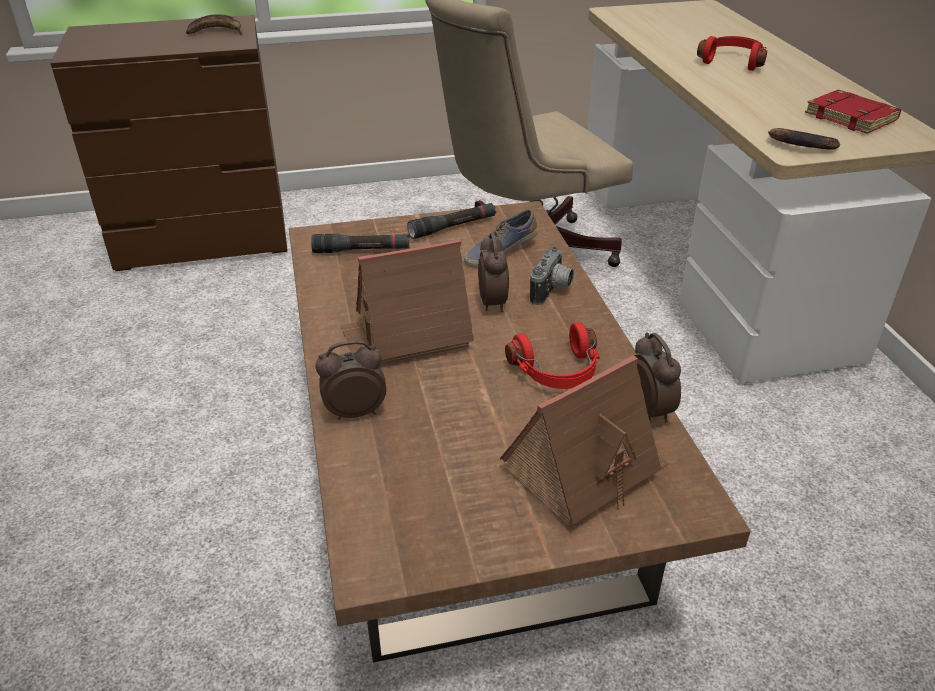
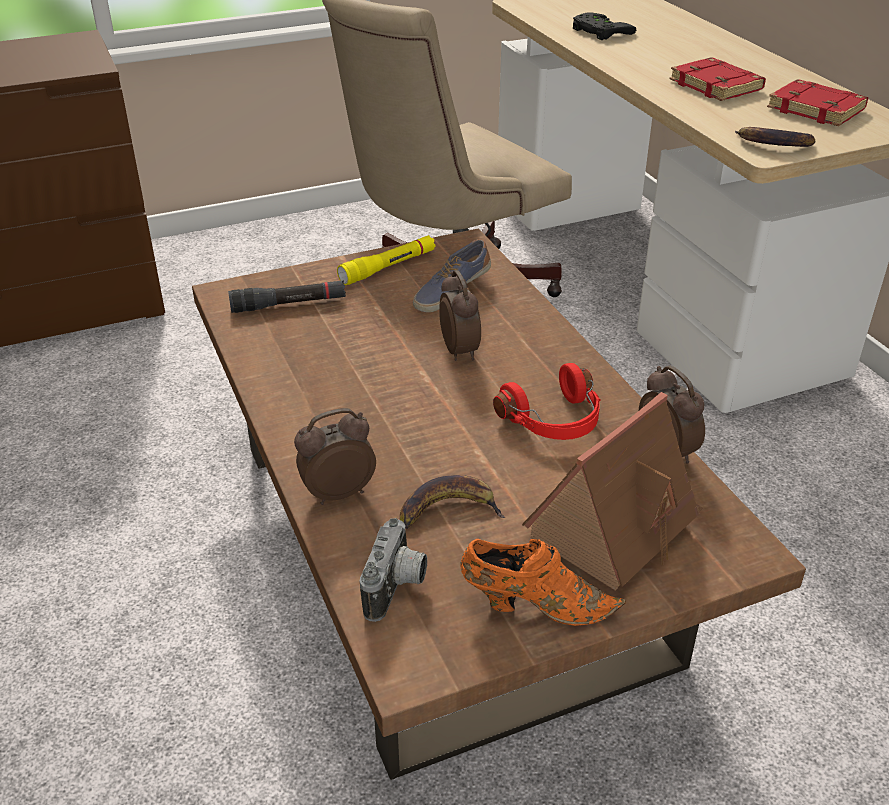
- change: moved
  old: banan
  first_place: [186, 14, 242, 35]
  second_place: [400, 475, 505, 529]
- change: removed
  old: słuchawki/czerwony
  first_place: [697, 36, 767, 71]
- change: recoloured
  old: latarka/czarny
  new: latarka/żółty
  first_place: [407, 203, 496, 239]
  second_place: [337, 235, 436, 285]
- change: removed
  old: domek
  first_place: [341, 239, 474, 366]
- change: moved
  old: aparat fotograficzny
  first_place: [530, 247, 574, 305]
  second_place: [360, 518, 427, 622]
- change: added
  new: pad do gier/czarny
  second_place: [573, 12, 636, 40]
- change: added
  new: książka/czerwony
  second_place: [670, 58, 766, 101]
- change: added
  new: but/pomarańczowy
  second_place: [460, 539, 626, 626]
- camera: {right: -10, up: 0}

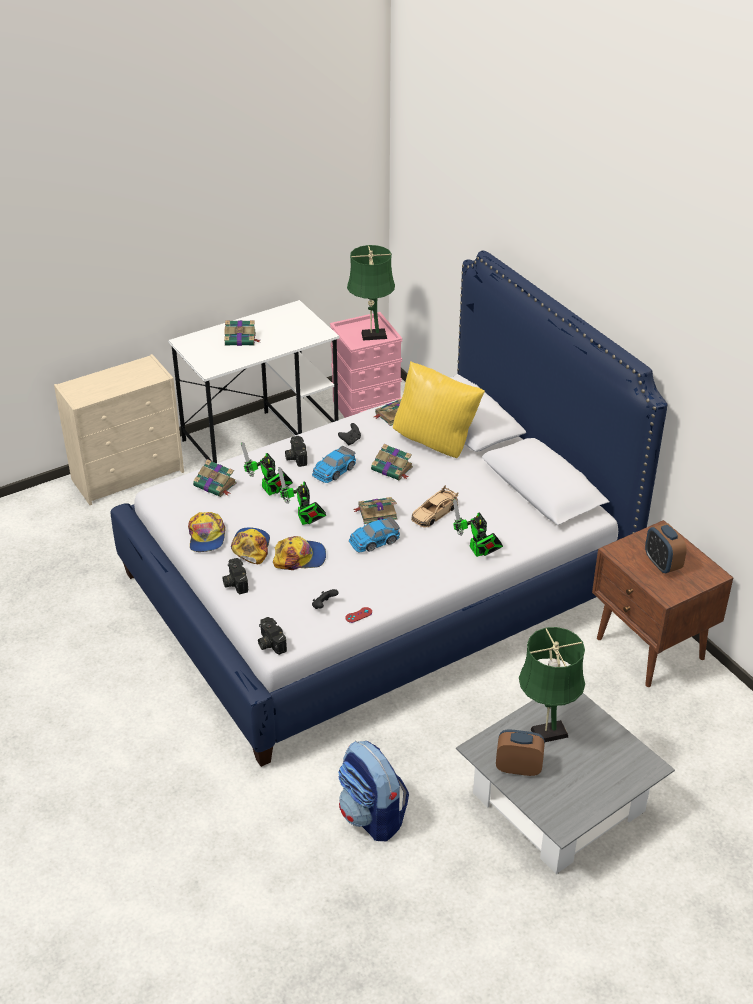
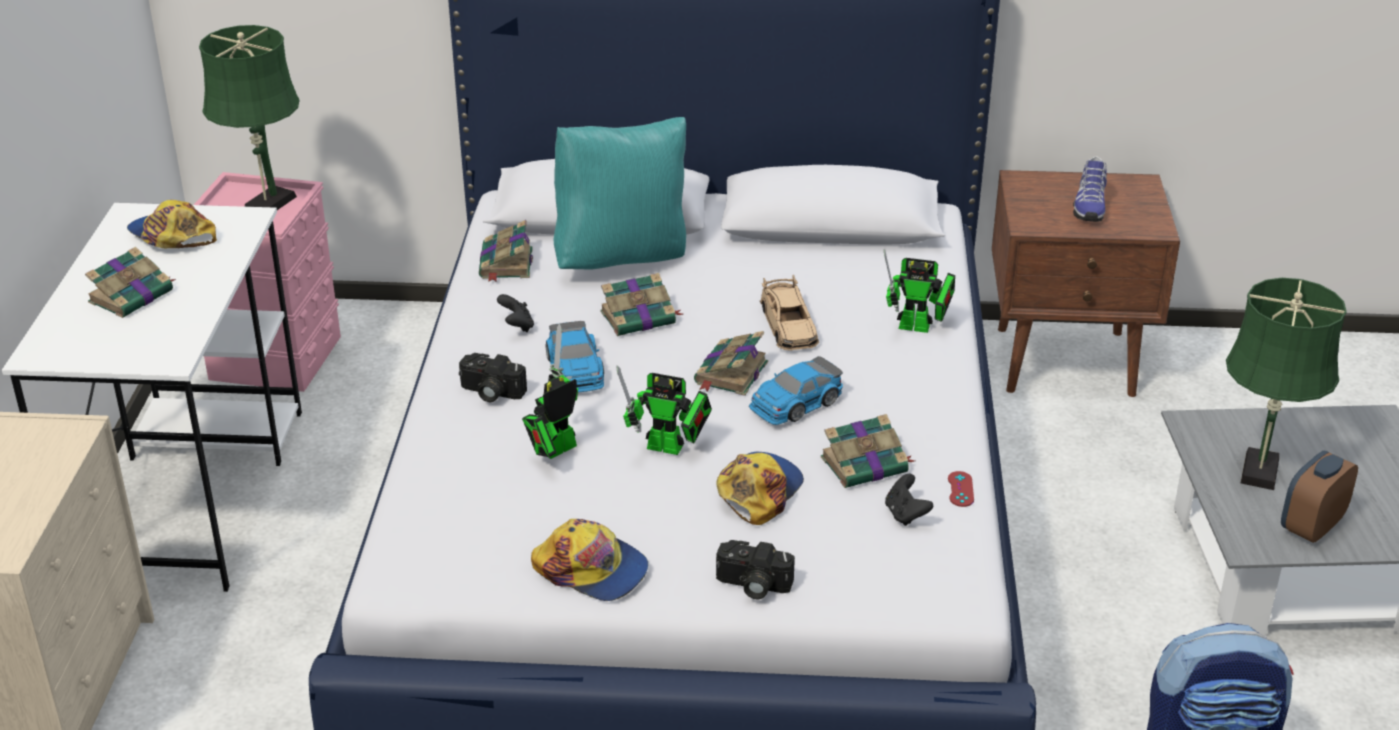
- change: recoloured
  old: poduszka/żółty
  new: poduszka/turkusowy
  first_place: [393, 361, 485, 458]
  second_place: [553, 117, 686, 270]
- change: turned
  old: robot zabawkowy
  first_place: [241, 442, 293, 496]
  second_place: [522, 324, 578, 459]
  degrees: 135
- change: moved
  old: książka
  first_place: [193, 459, 237, 497]
  second_place: [821, 414, 915, 488]
- change: turned
  old: samochodzik
  first_place: [349, 517, 400, 553]
  second_place: [749, 356, 843, 425]
  degrees: 45
- change: replaced
  old: budzik
  new: but
  first_place: [645, 523, 687, 574]
  second_place: [1073, 157, 1107, 222]
- change: moved
  old: czapka z daszkiem
  first_place: [231, 527, 270, 564]
  second_place: [127, 200, 217, 249]
- change: removed
  old: aparat fotograficzny
  first_place: [258, 617, 287, 655]
- camera: {right: -55, up: -5}

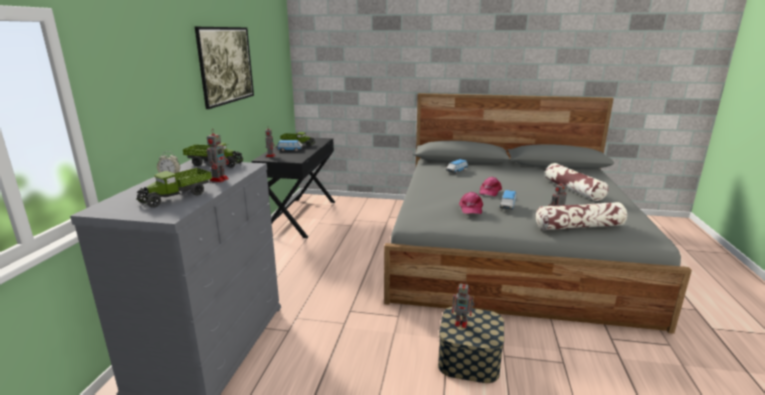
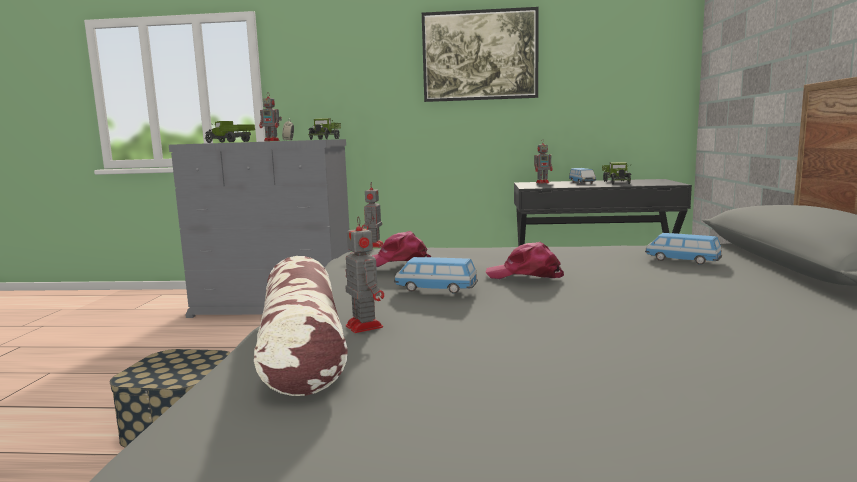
- change: removed
  old: poduszka
  first_place: [545, 163, 609, 201]
- change: moved
  old: robot zabawkowy
  first_place: [452, 282, 475, 328]
  second_place: [362, 182, 384, 248]
- camera: {right: 85, up: -10}

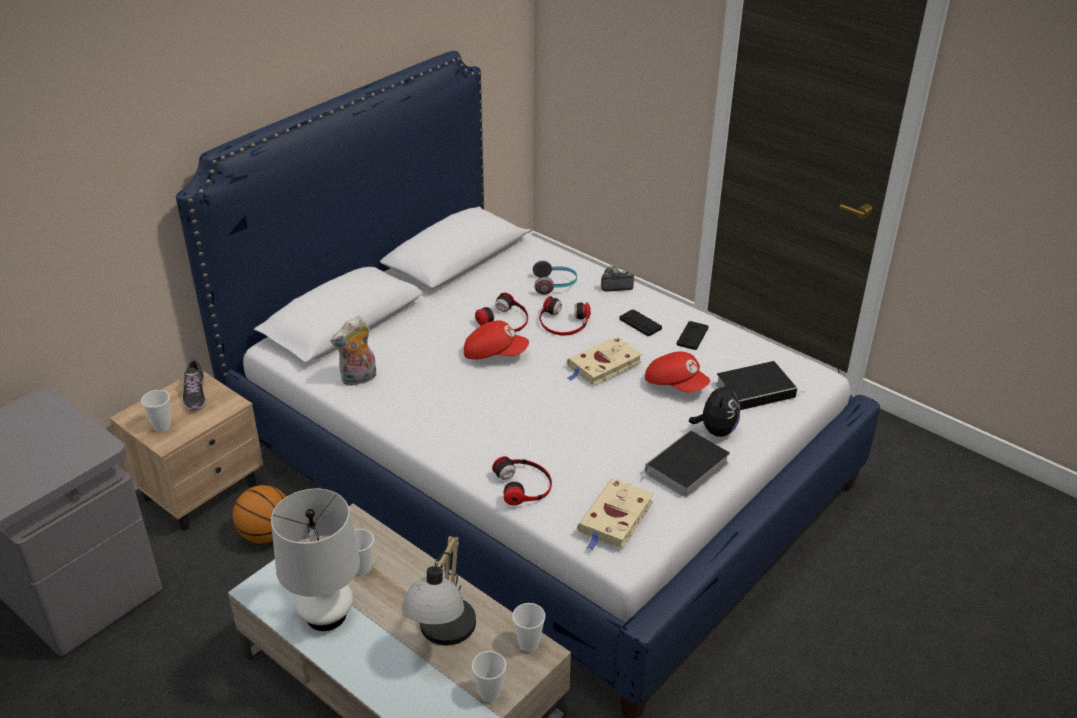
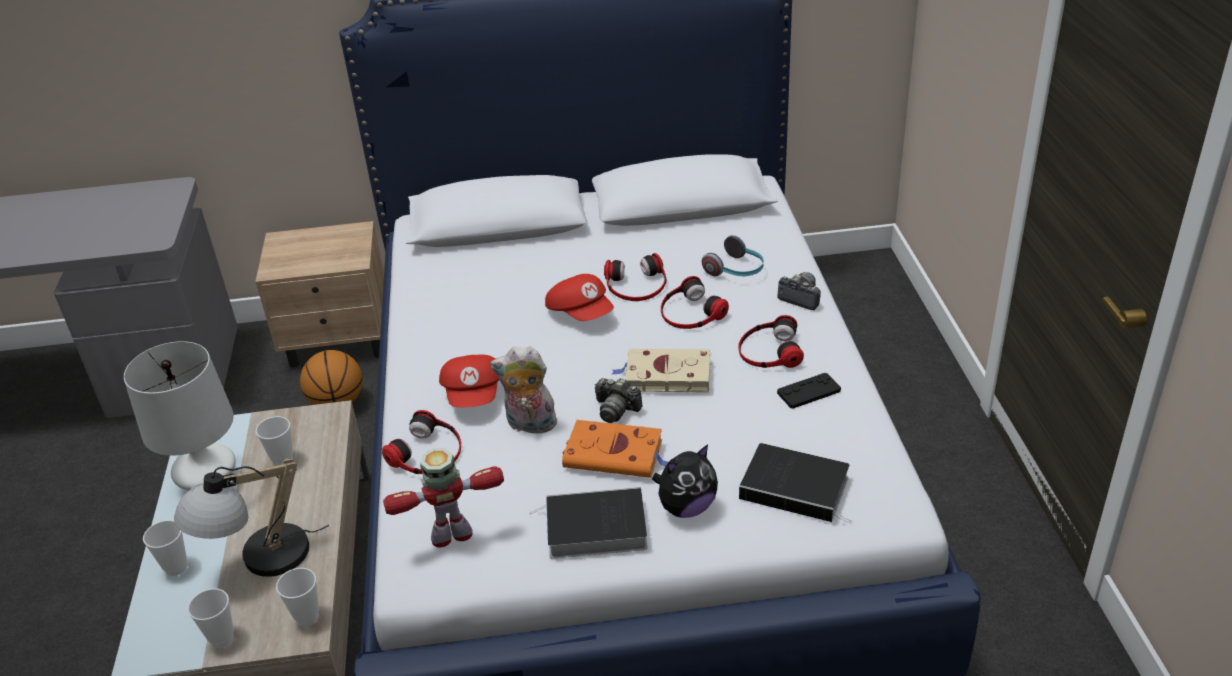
- change: replaced
  old: pad do gier/czarny
  new: słuchawki
  first_place: [619, 309, 662, 336]
  second_place: [738, 315, 804, 368]
- change: moved
  old: pluszak
  first_place: [331, 316, 376, 386]
  second_place: [490, 347, 557, 434]
- change: moved
  old: czapka z daszkiem/czerwony
  first_place: [645, 351, 710, 392]
  second_place: [439, 355, 499, 408]
- change: removed
  old: but
  first_place: [182, 357, 206, 411]
- change: moved
  old: filiżanka
  first_place: [141, 390, 171, 432]
  second_place: [143, 520, 187, 576]
- change: replaced
  old: książka/beżowy
  new: robot zabawkowy
  first_place: [577, 478, 654, 550]
  second_place: [383, 449, 504, 547]
- change: added
  new: aparat fotograficzny
  second_place: [594, 378, 642, 423]
- change: added
  new: książka/pomarańczowy
  second_place: [562, 420, 668, 478]
- camera: {right: 45, up: 0}

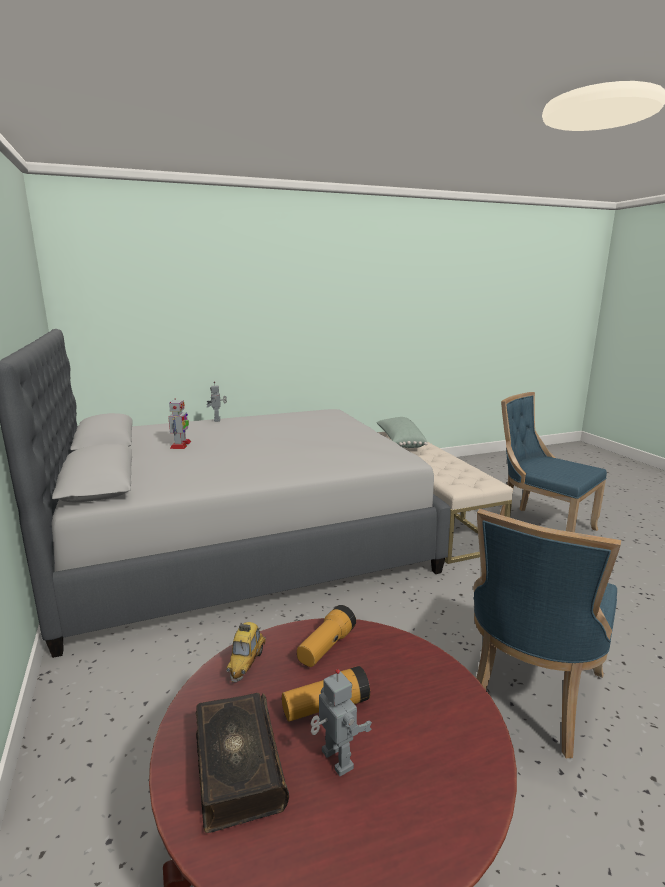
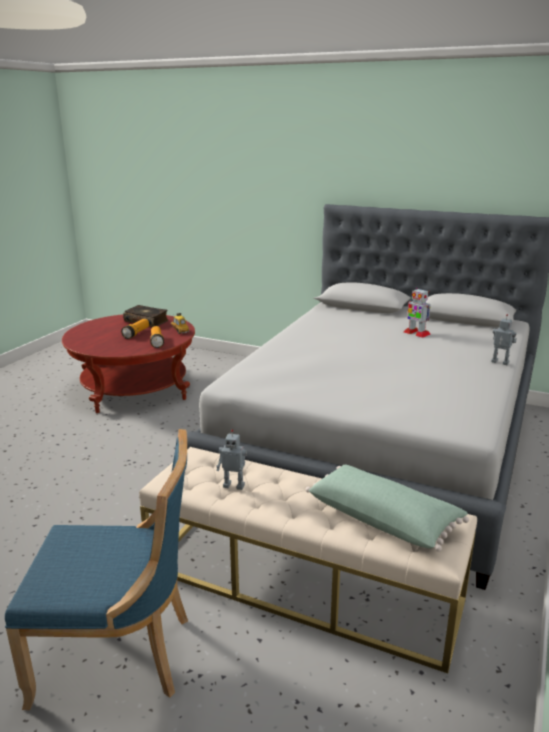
- change: removed
  old: krzesło/niebieski
  first_place: [473, 509, 621, 758]
- change: moved
  old: robot zabawkowy
  first_place: [311, 669, 372, 776]
  second_place: [216, 429, 247, 490]
- camera: {right: 135, up: 5}

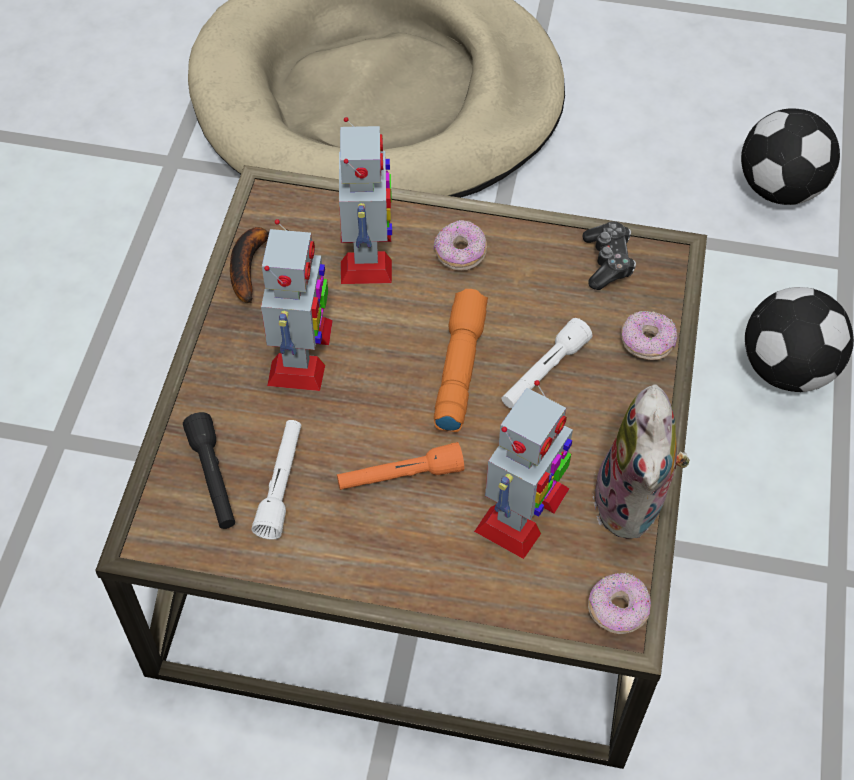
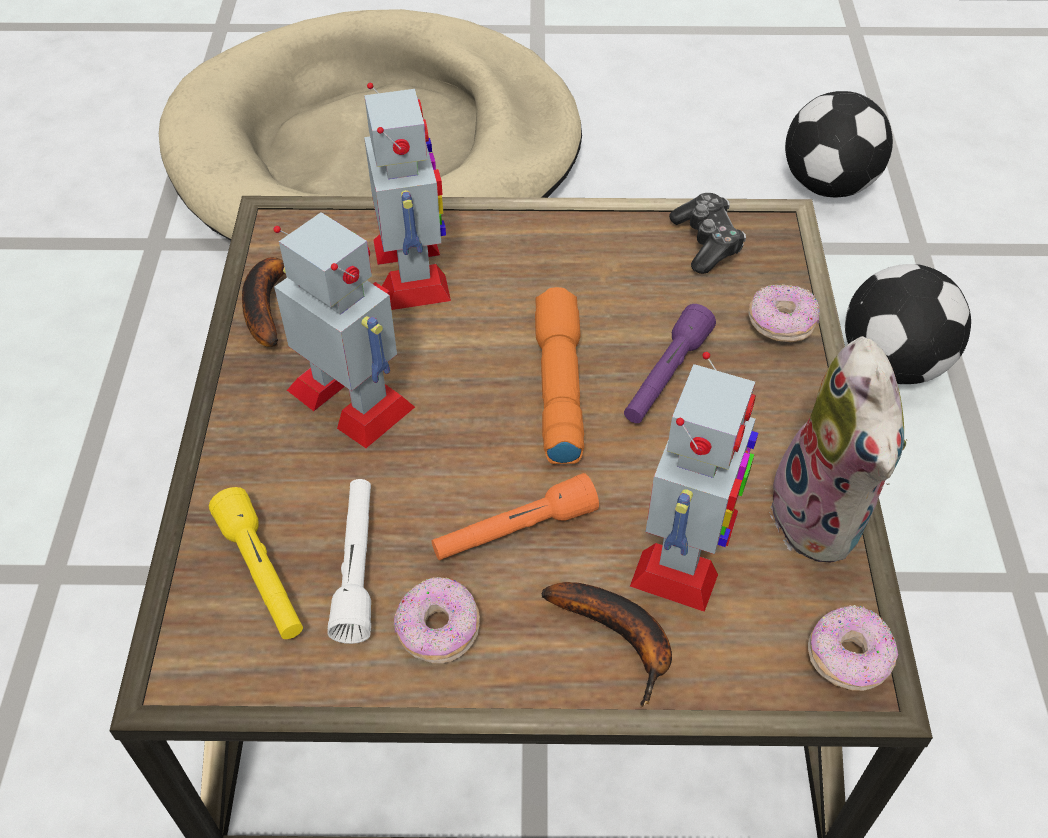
- change: turned
  old: robot zabawkowy
  first_place: [261, 219, 333, 391]
  second_place: [274, 212, 415, 448]
  degrees: -45
- change: moved
  old: donut
  first_place: [434, 220, 487, 271]
  second_place: [394, 577, 480, 663]
- change: recoloured
  old: latarka/biały
  new: latarka/fioletowy
  first_place: [502, 318, 592, 408]
  second_place: [624, 304, 716, 423]
- change: recoloured
  old: latarka/czarny
  new: latarka/żółty
  first_place: [183, 412, 235, 529]
  second_place: [209, 487, 303, 639]
- change: added
  new: banan
  second_place: [541, 582, 672, 707]
- camera: {right: -10, up: -5}

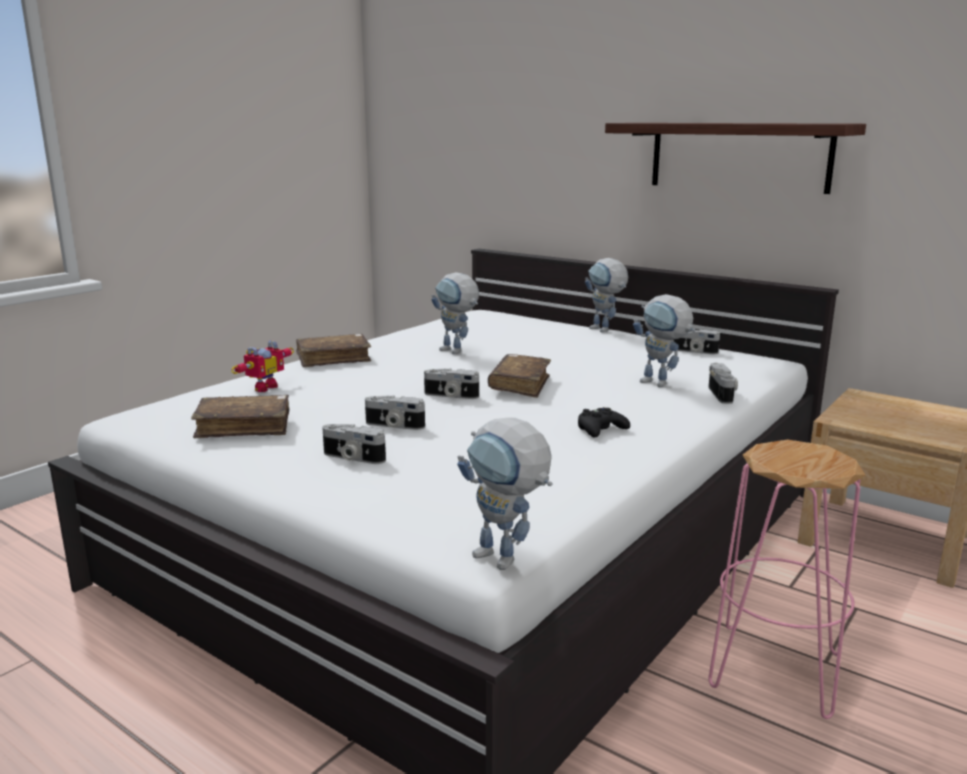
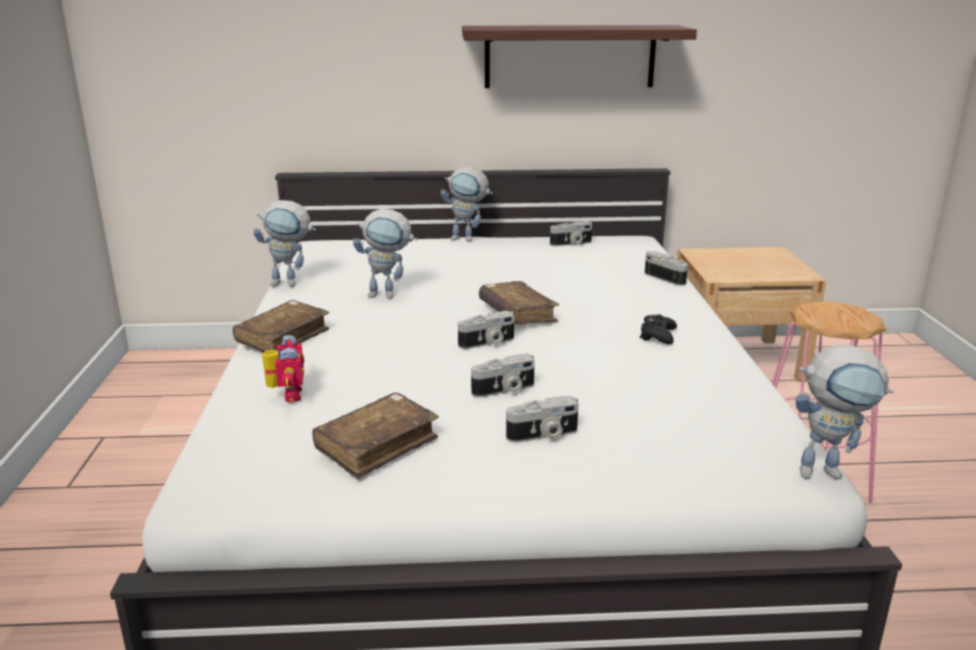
- change: moved
  old: robot zabawkowy
  first_place: [633, 294, 696, 387]
  second_place: [253, 200, 316, 287]
- camera: {right: -40, up: 5}

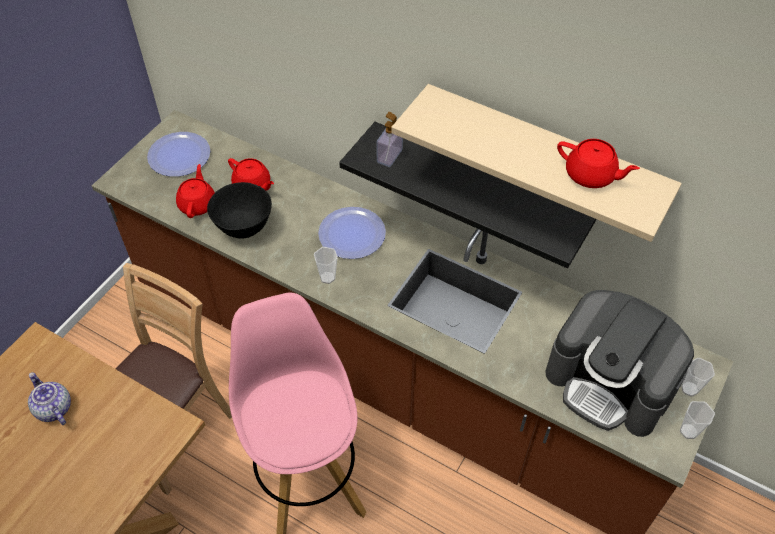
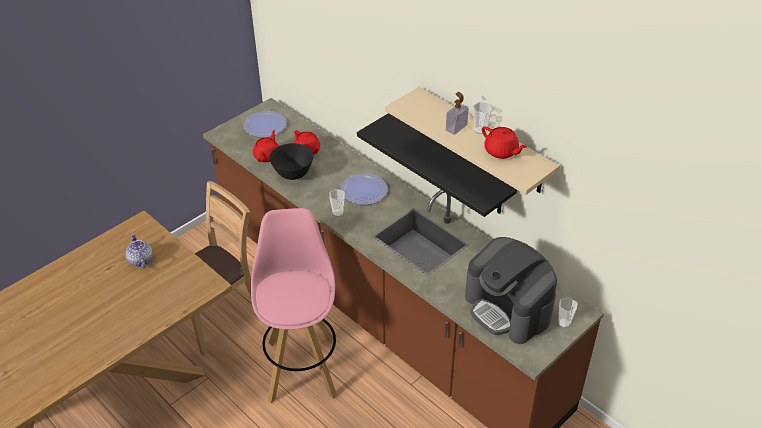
- change: moved
  old: dozownik mydła
  first_place: [376, 112, 403, 167]
  second_place: [446, 92, 469, 135]
- change: moved
  old: filiżanka
  first_place: [680, 401, 715, 439]
  second_place: [473, 102, 492, 134]
- camera: {right: 15, up: -10}

